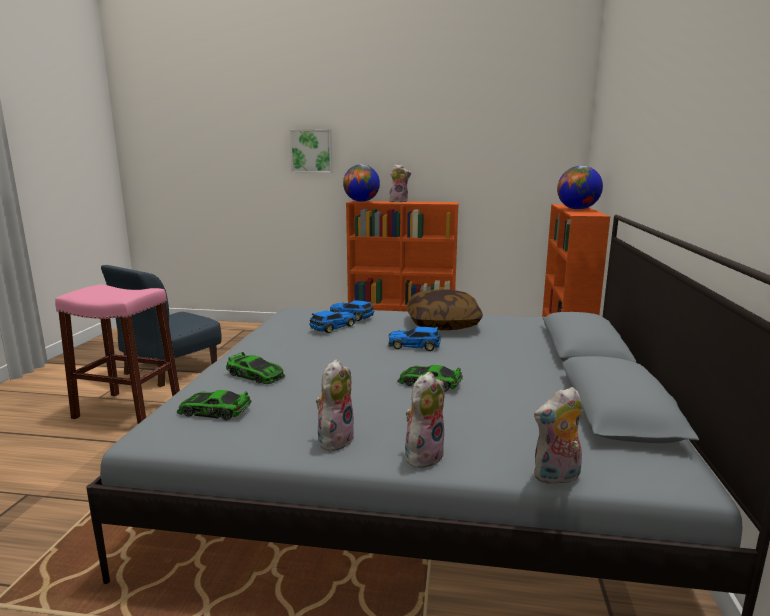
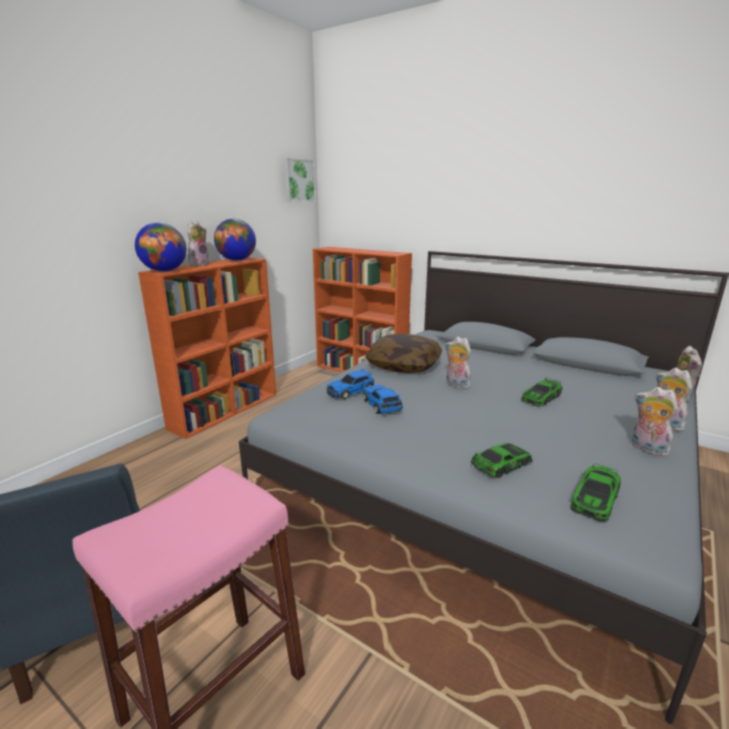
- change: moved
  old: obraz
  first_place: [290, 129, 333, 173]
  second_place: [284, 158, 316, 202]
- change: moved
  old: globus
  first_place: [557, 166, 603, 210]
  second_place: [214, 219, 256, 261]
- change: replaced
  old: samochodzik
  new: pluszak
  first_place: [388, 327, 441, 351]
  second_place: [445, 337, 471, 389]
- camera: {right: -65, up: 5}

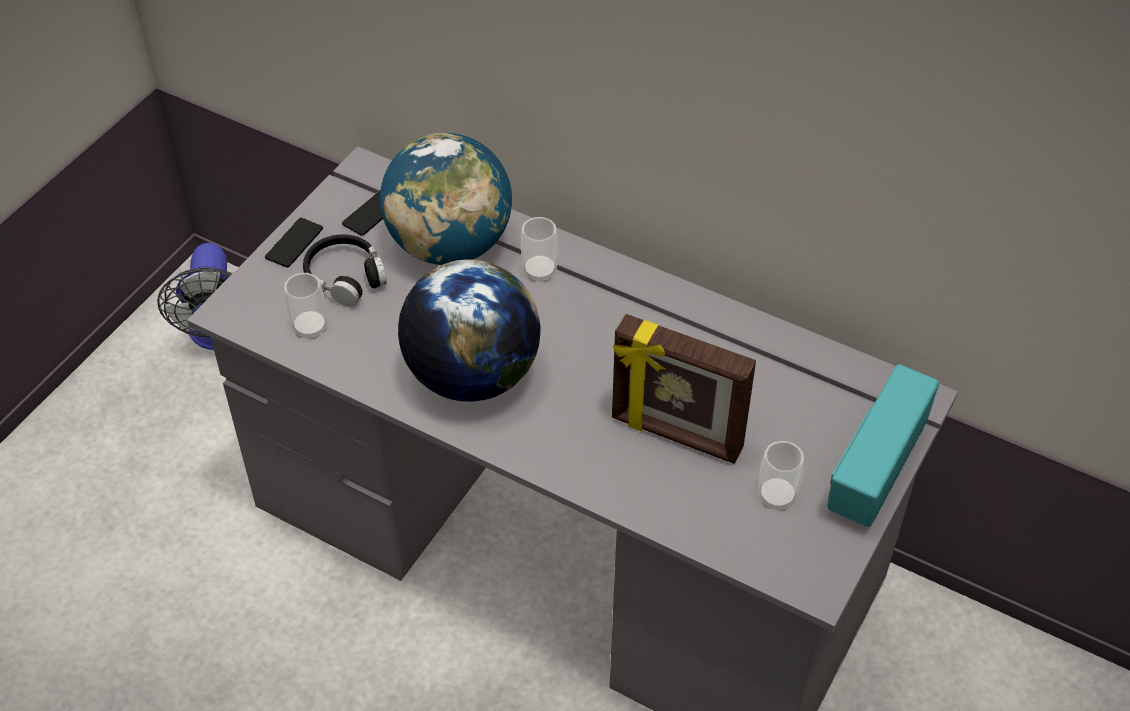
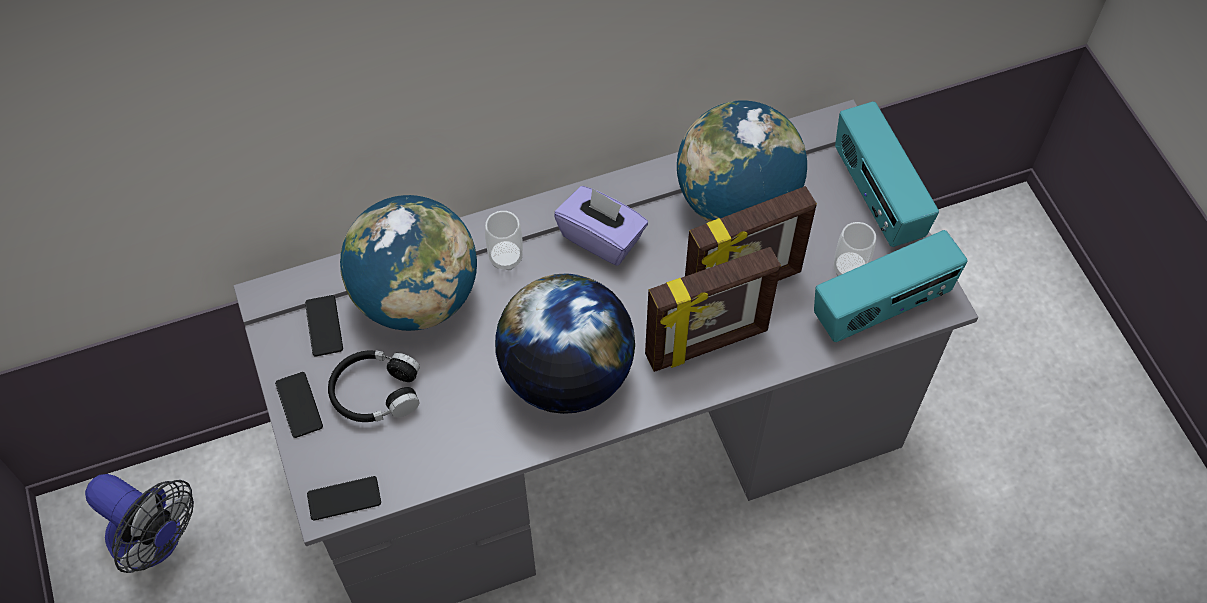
- change: removed
  old: filiżanka
  first_place: [284, 273, 327, 340]
- change: added
  new: globus
  second_place: [677, 100, 807, 222]
- change: added
  new: pudełko chusteczek/fioletowy
  second_place: [554, 186, 648, 266]
- change: added
  new: radio
  second_place: [814, 230, 967, 342]
- change: added
  new: ramka na zdjęcie
  second_place: [645, 247, 781, 372]
- change: added
  new: telefon
  second_place: [307, 476, 381, 521]
- camera: {right: -50, up: 10}

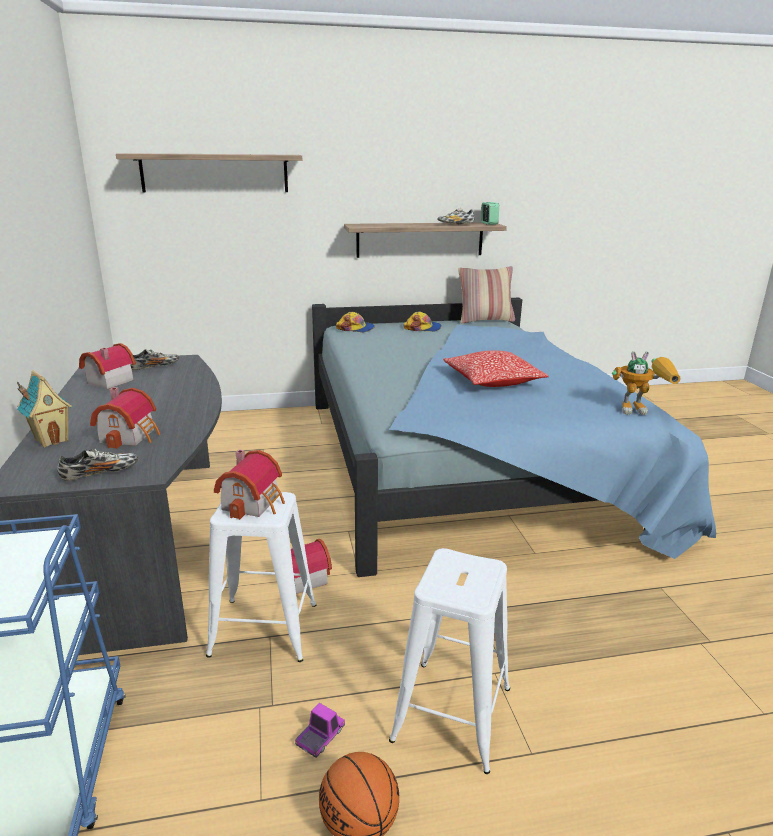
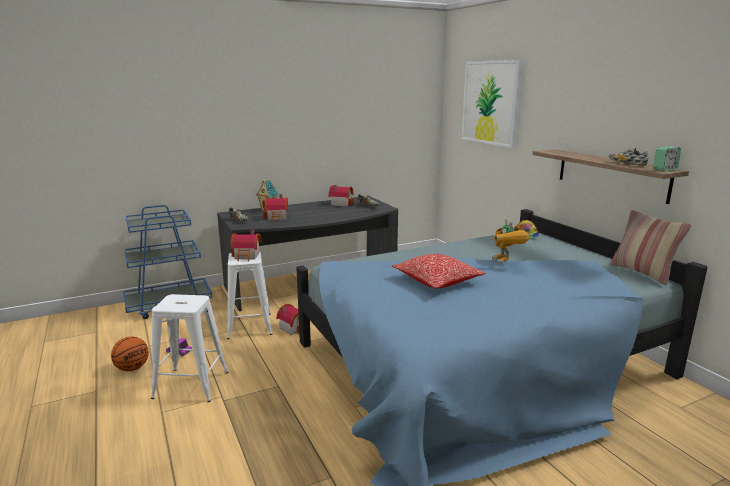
- change: replaced
  old: półka
  new: obraz
  first_place: [116, 153, 302, 192]
  second_place: [462, 60, 523, 148]
- change: removed
  old: czapka z daszkiem
  first_place: [403, 311, 442, 332]
- change: moved
  old: robot zabawkowy
  first_place: [612, 351, 680, 415]
  second_place: [492, 219, 533, 264]
- camera: {right: 75, up: -5}

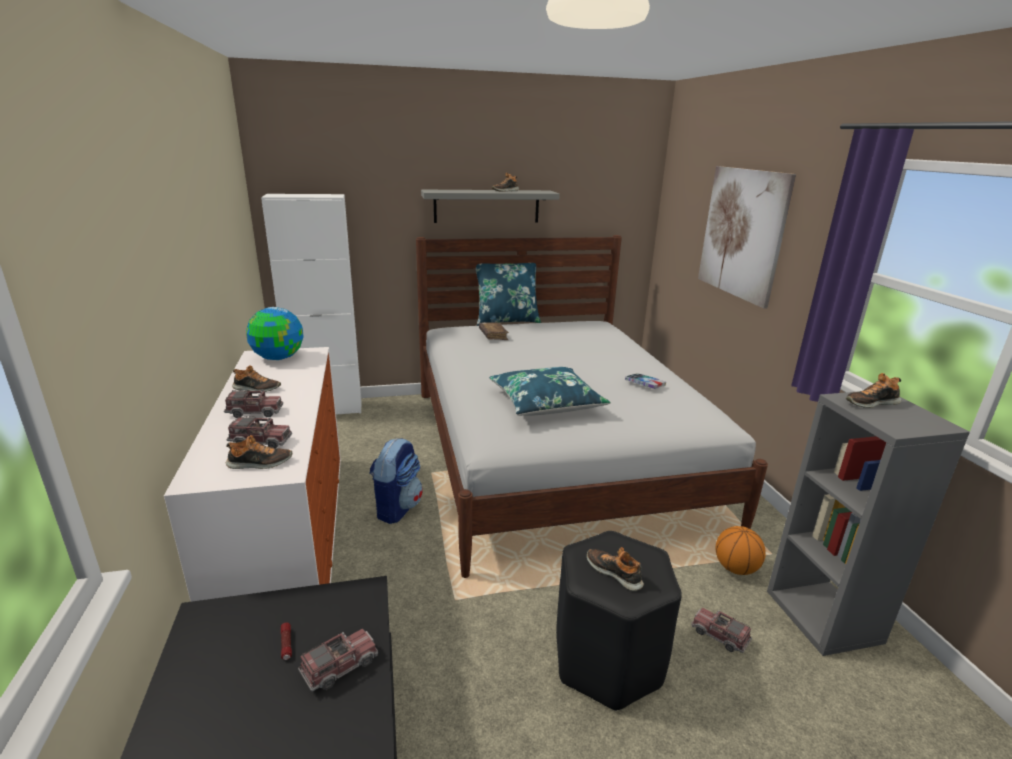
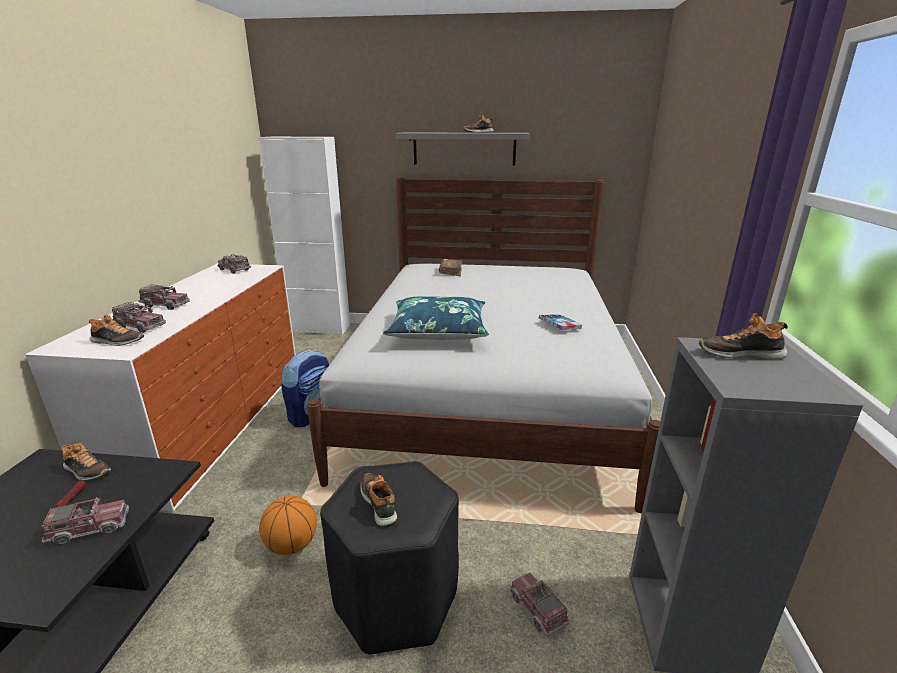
- change: removed
  old: obraz
  first_place: [698, 166, 796, 309]
- change: removed
  old: poduszka/niebieski
  first_place: [475, 263, 541, 326]
- change: replaced
  old: globus
  new: ciężarówka zabawkowa
  first_place: [246, 307, 304, 360]
  second_place: [218, 254, 251, 274]
- change: moved
  old: but
  first_place: [232, 365, 281, 392]
  second_place: [62, 443, 111, 481]
- change: moved
  old: piłka do koszykówki
  first_place: [716, 526, 766, 575]
  second_place: [259, 496, 317, 555]
- camera: {right: 20, up: 0}

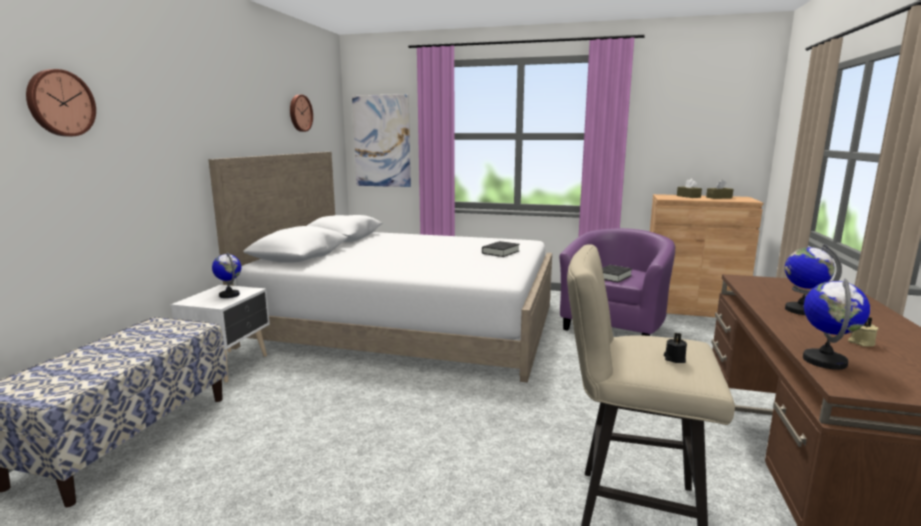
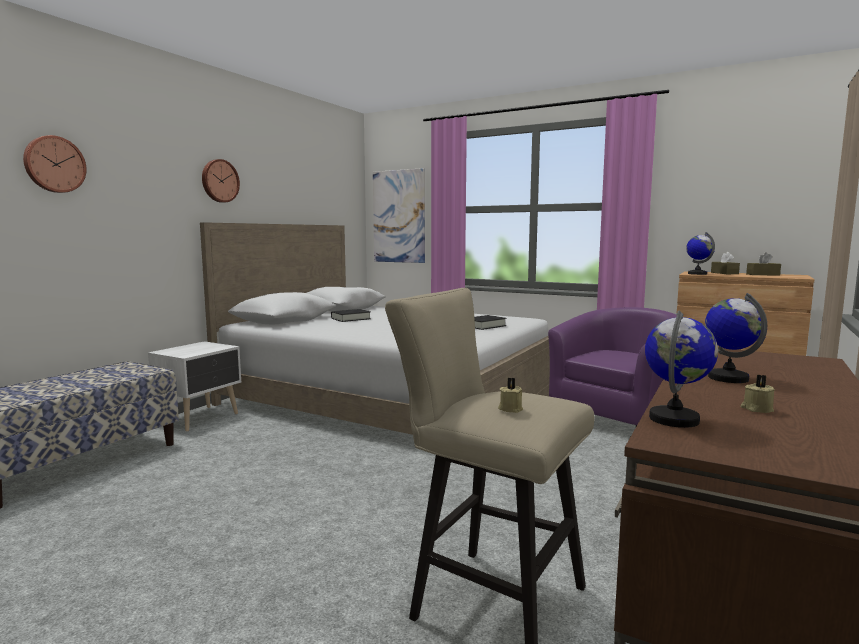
- change: moved
  old: zegar ścienny
  first_place: [290, 95, 313, 132]
  second_place: [202, 159, 240, 203]
- change: moved
  old: globus
  first_place: [212, 252, 241, 298]
  second_place: [686, 232, 715, 275]
- change: moved
  old: książka/czarny
  first_place: [602, 265, 632, 283]
  second_place: [331, 309, 371, 322]
- change: recoloured
  old: świeca/czarny
  new: świeca/beżowy
  first_place: [664, 332, 687, 363]
  second_place: [498, 378, 523, 413]
- camera: {right: 15, up: -5}

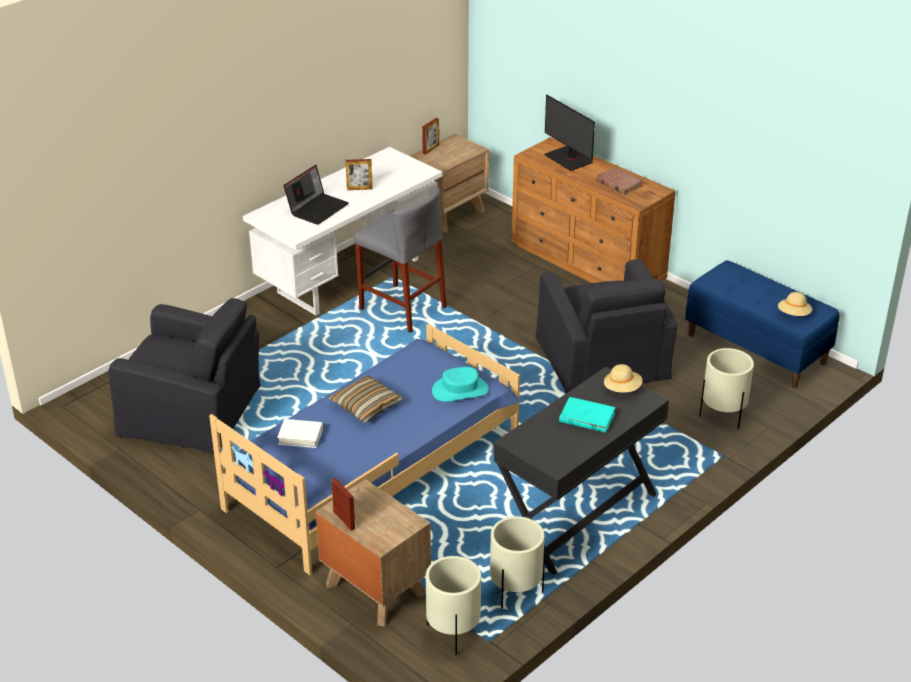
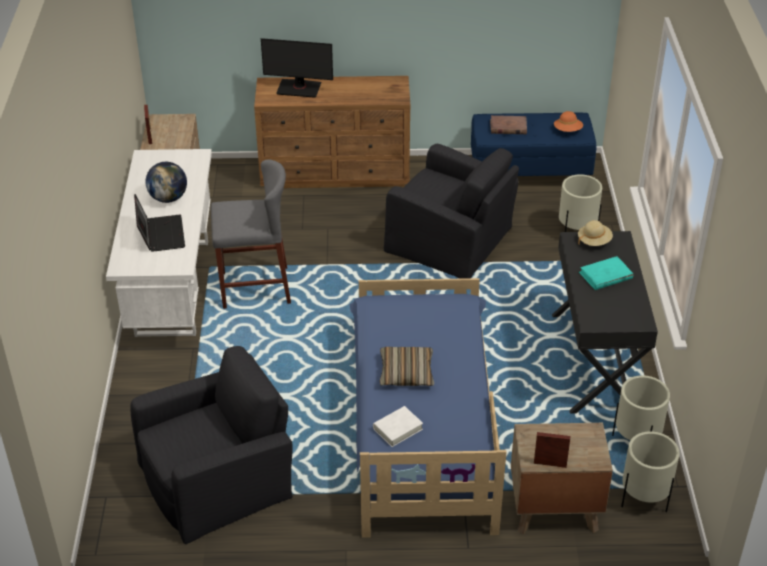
- change: replaced
  old: ramka na zdjęcie
  new: globus
  first_place: [346, 159, 373, 190]
  second_place: [145, 162, 187, 203]
- change: moved
  old: książka/brązowy
  first_place: [596, 167, 643, 195]
  second_place: [490, 115, 527, 134]
- change: recoloured
  old: kapelusz/beżowy
  new: kapelusz/pomarańczowy
  first_place: [778, 292, 812, 316]
  second_place: [554, 111, 583, 132]
- change: removed
  old: kapelusz/turkusowy
  first_place: [432, 367, 489, 402]
- camera: {right: -45, up: 5}

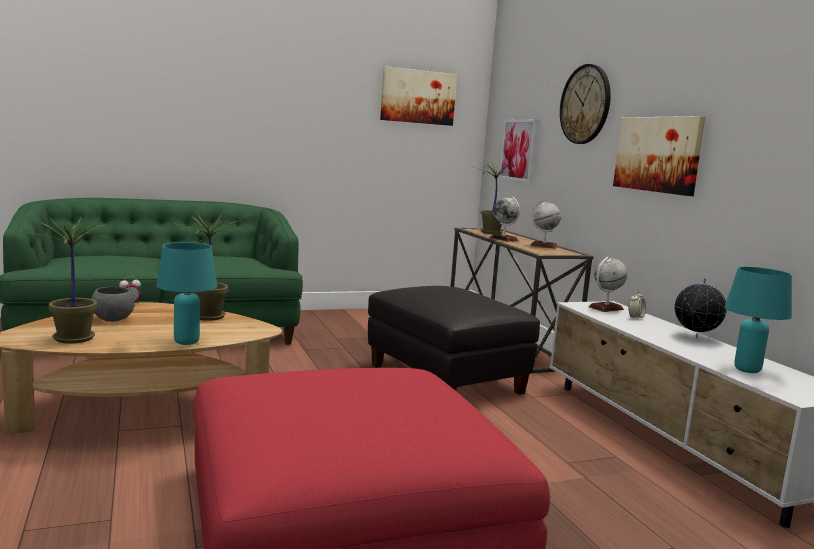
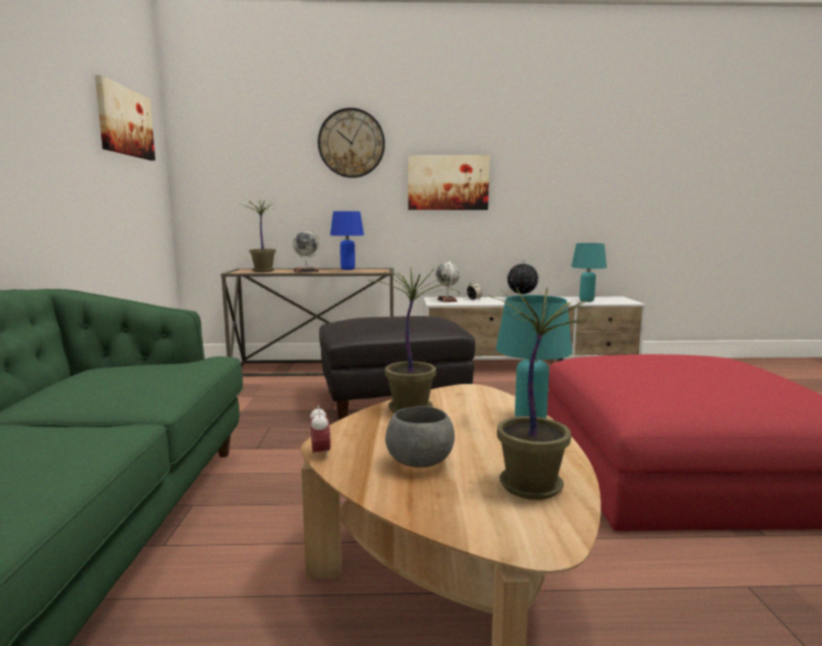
- change: removed
  old: obraz
  first_place: [499, 119, 538, 183]
- change: replaced
  old: globus
  new: lampa stołowa/niebieski
  first_place: [530, 201, 561, 249]
  second_place: [330, 211, 364, 270]
- camera: {right: -70, up: 0}

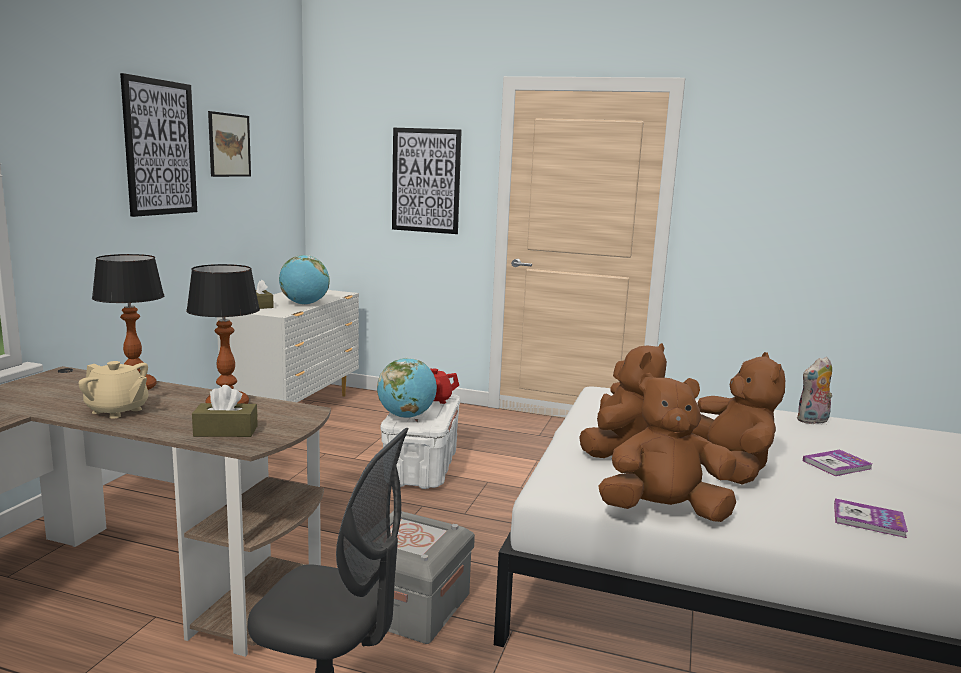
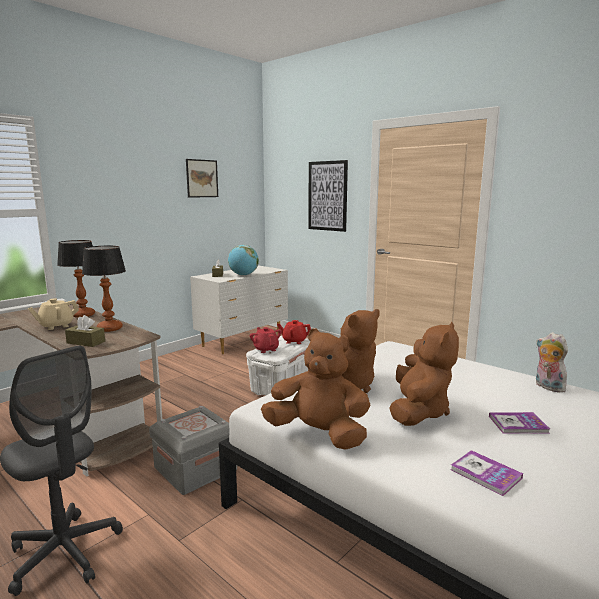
- change: removed
  old: obraz
  first_place: [120, 73, 197, 217]
- change: turned
  old: pluszak
  first_place: [797, 357, 832, 424]
  second_place: [536, 332, 568, 392]
  degrees: 60
- change: replaced
  old: globus
  new: imbryk/czerwony
  first_place: [377, 358, 437, 418]
  second_place: [250, 327, 282, 353]
- change: turned
  old: imbryk/beżowy
  first_place: [78, 361, 149, 419]
  second_place: [28, 298, 79, 330]
  degrees: 90
- camera: {right: 25, up: 0}

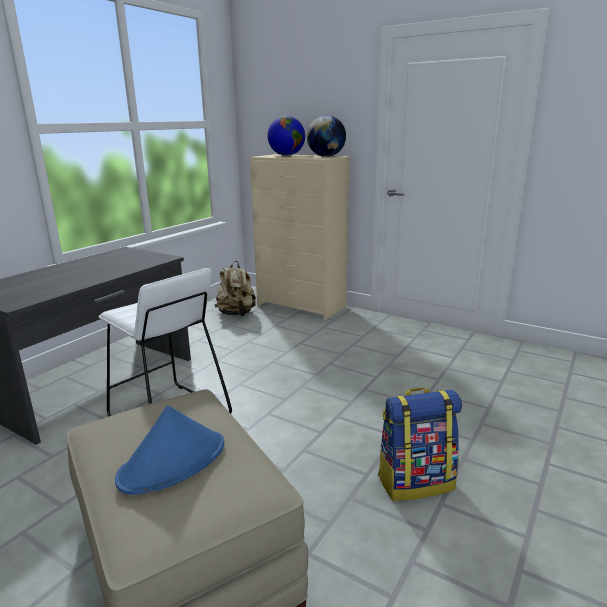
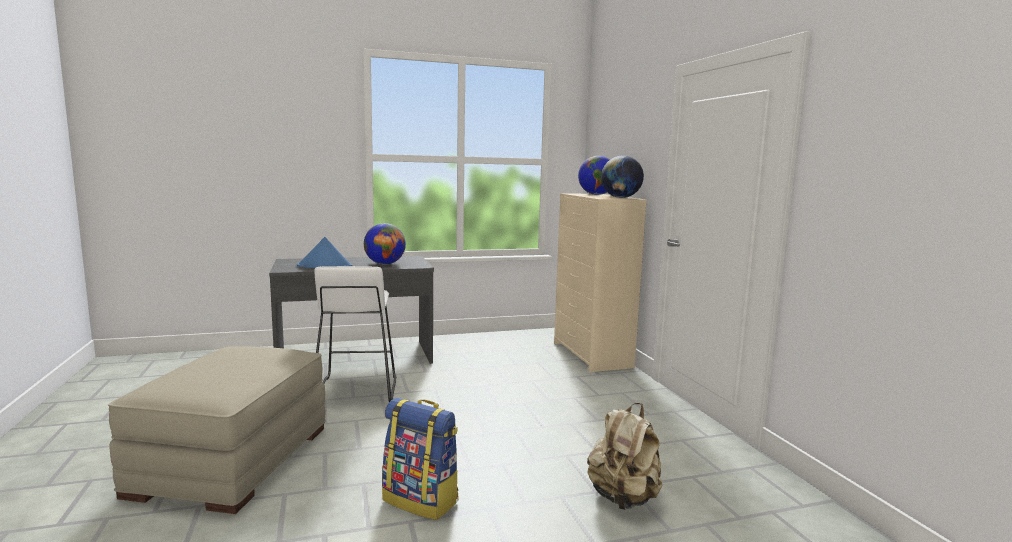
- change: moved
  old: plecak/beżowy
  first_place: [215, 261, 256, 316]
  second_place: [587, 403, 662, 510]
- change: moved
  old: kapelusz/niebieski
  first_place: [115, 405, 224, 495]
  second_place: [297, 237, 352, 268]
- change: added
  new: globus
  second_place: [364, 223, 406, 264]
- camera: {right: 40, up: -10}

